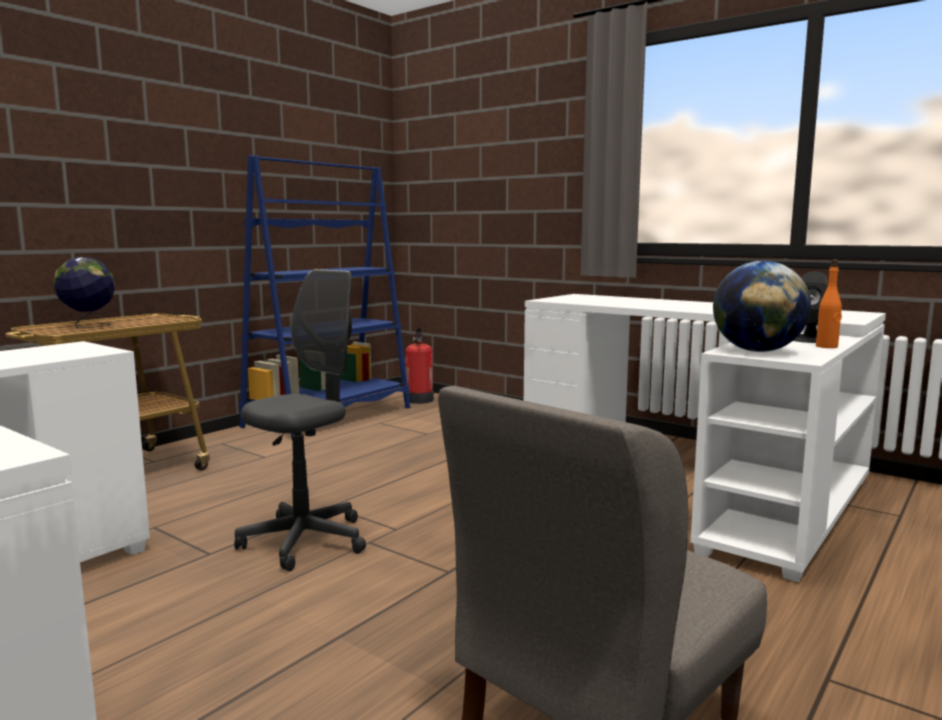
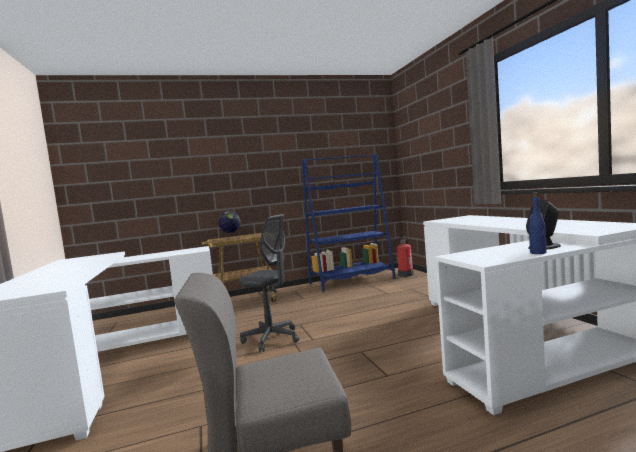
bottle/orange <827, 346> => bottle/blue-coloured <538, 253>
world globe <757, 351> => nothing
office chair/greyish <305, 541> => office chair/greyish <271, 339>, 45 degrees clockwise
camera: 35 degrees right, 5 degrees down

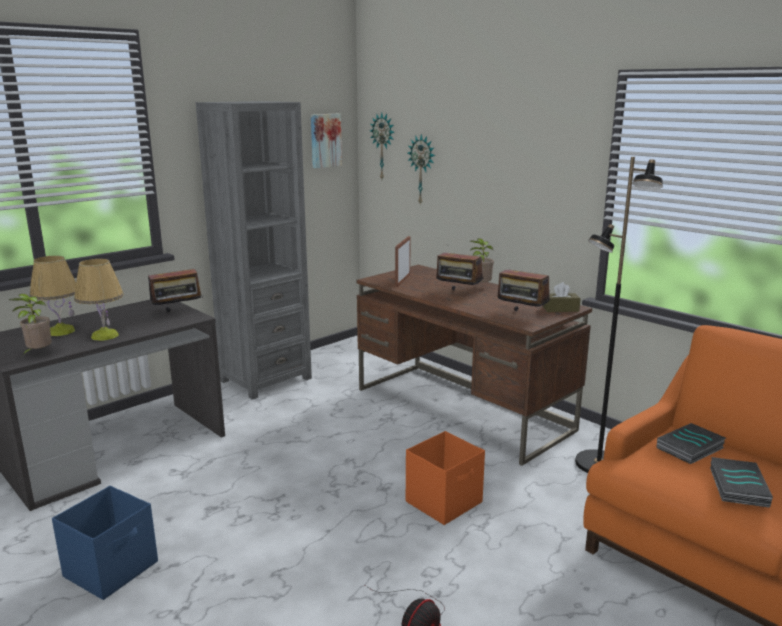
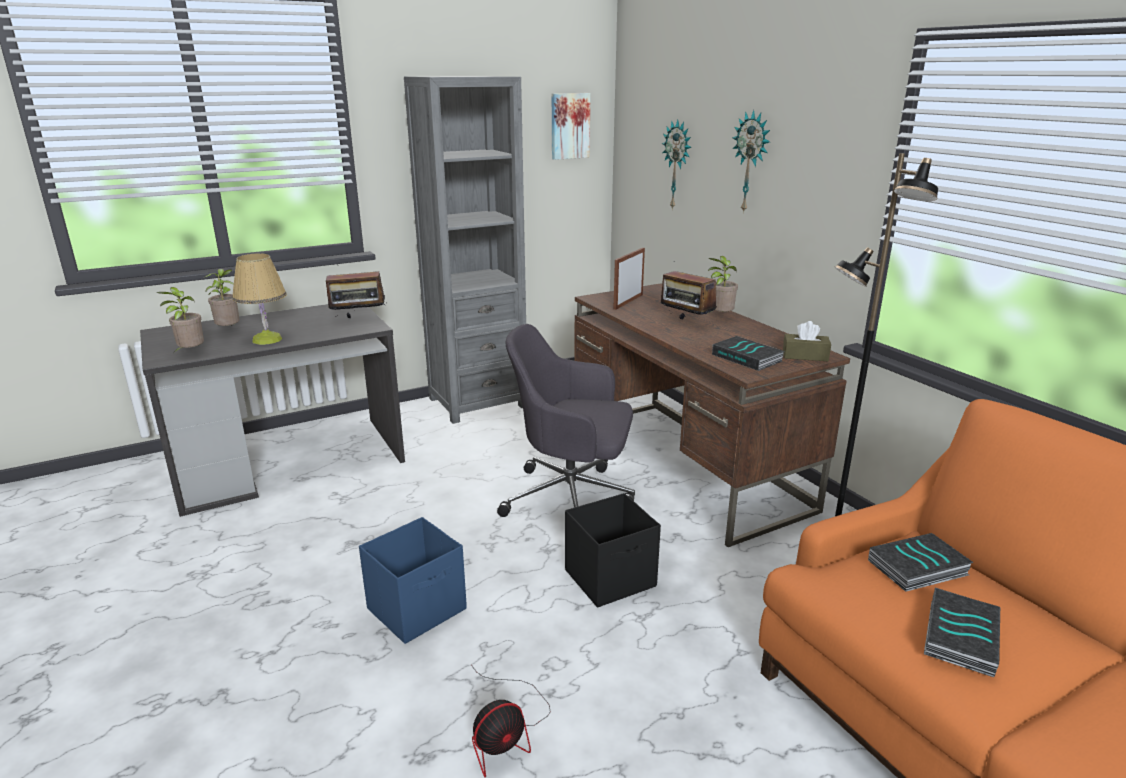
clock on the wall <384, 146> => clock on the wall <751, 162>, moved
tabletop lamp <61, 331> => houseplant <229, 330>
radio set <521, 314> => book <748, 358>
storage box/orange <445, 502> => storage box/black-coloured <611, 578>
storage box/blue-coloured <112, 569> => storage box/blue-coloured <418, 609>, moved
nothing => office chair/greyish <571, 499>
camera: 15 degrees right, 5 degrees up

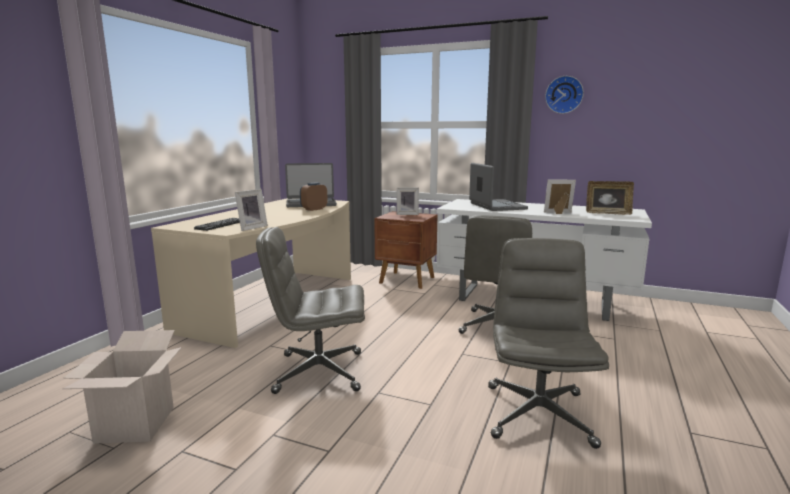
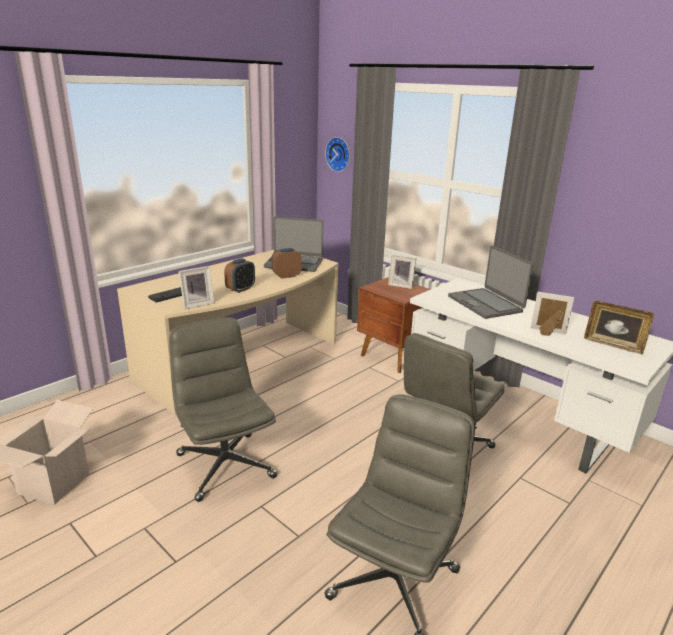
clock on the wall <564, 95> => clock on the wall <339, 154>, moved
portable computer <496, 206> => portable computer <485, 304>, 150 degrees clockwise
office chair/greyish <318, 372> => office chair/greyish <225, 465>, 45 degrees clockwise
nothing => table clock <240, 289>
camera: 20 degrees right, 10 degrees up

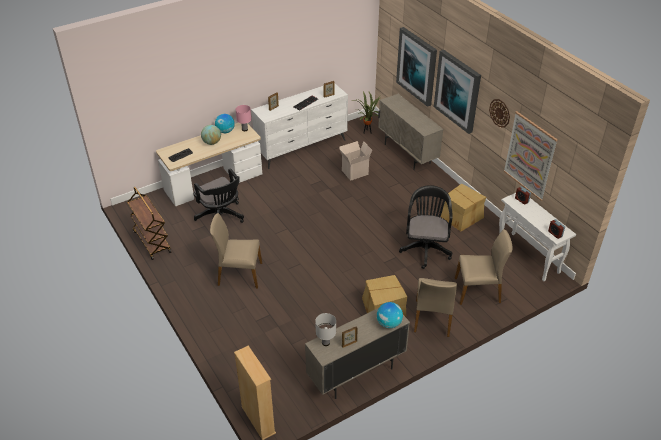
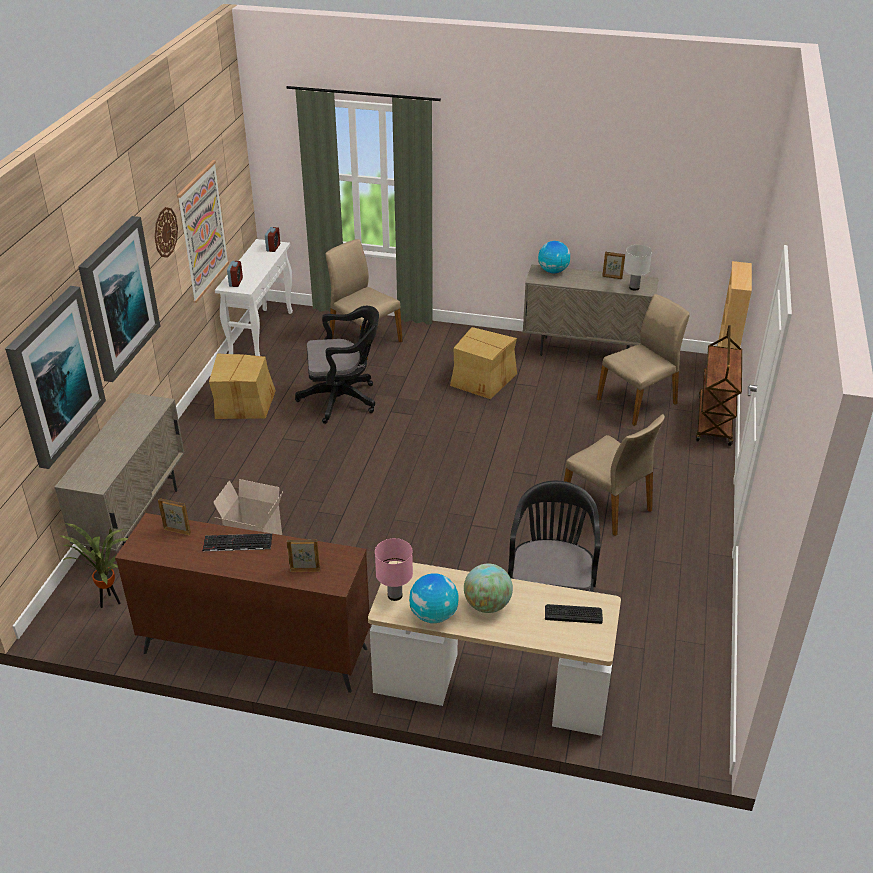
drawer chest/white-coloured <302, 148> => drawer chest/brown <255, 650>
office chair/black-coloured <425, 248> => office chair/black-coloured <343, 399>, 150 degrees counterclockwise
cart/brown <151, 241> => cart/brown <714, 421>, moved
plain chair/beige <433, 318> => plain chair/beige <638, 401>, moved
camera: 135 degrees left, 5 degrees down

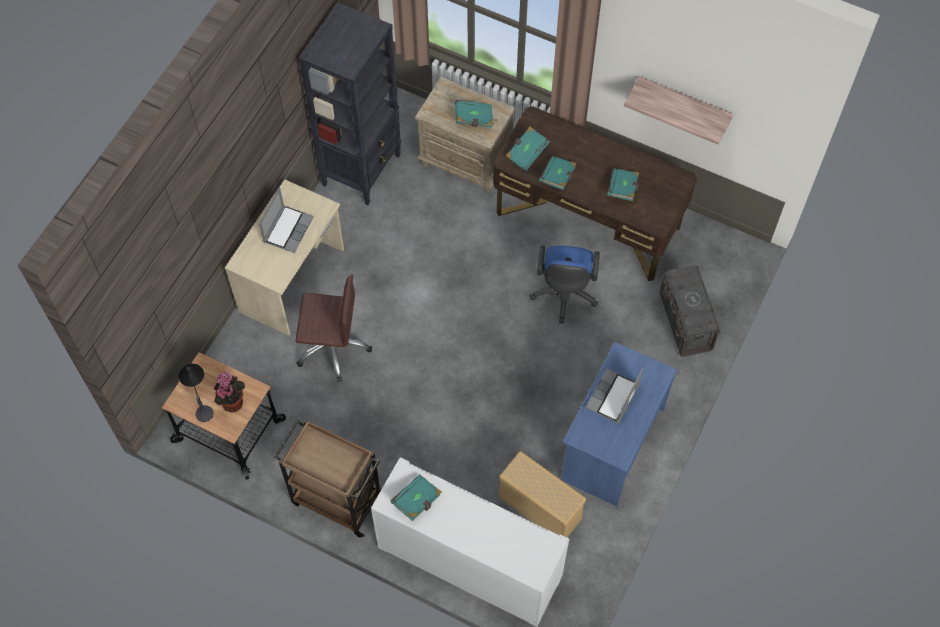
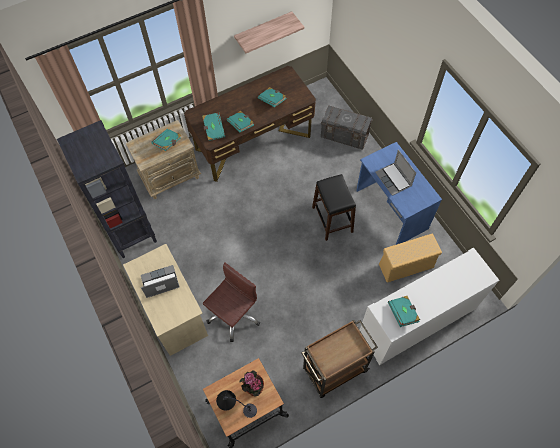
portable computer <288, 229> => portable computer <160, 282>, 75 degrees counterclockwise
office chair/blue-coloured <563, 296> => nothing
nothing => stool/black-coloured <332, 220>
camera: 55 degrees left, 0 degrees up

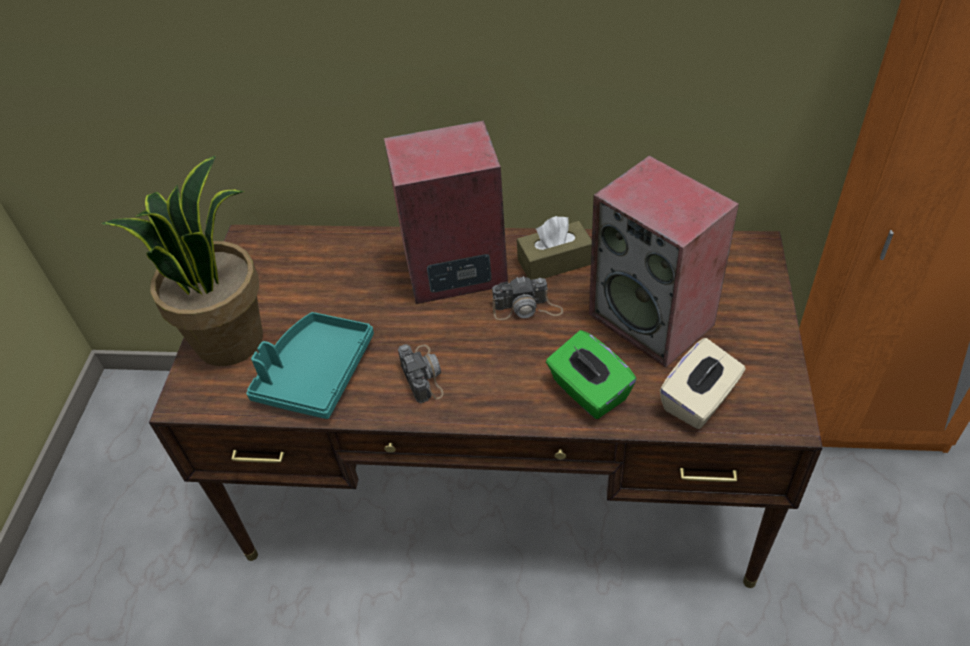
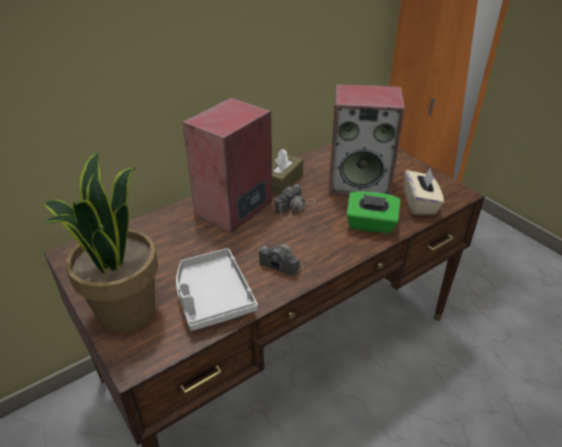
serving tray/turquoise-coloured <315, 374> => serving tray/greyish <212, 297>
camera: 45 degrees left, 10 degrees down

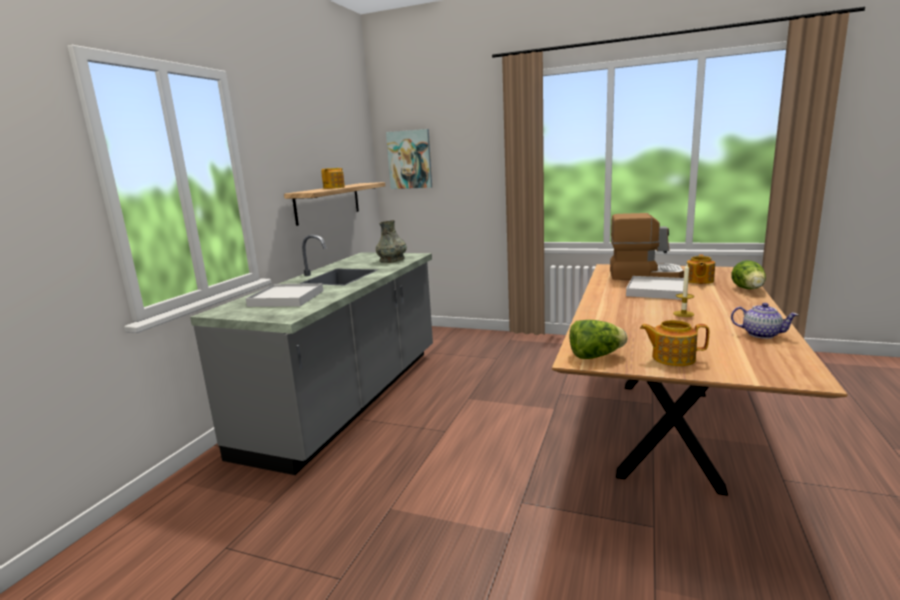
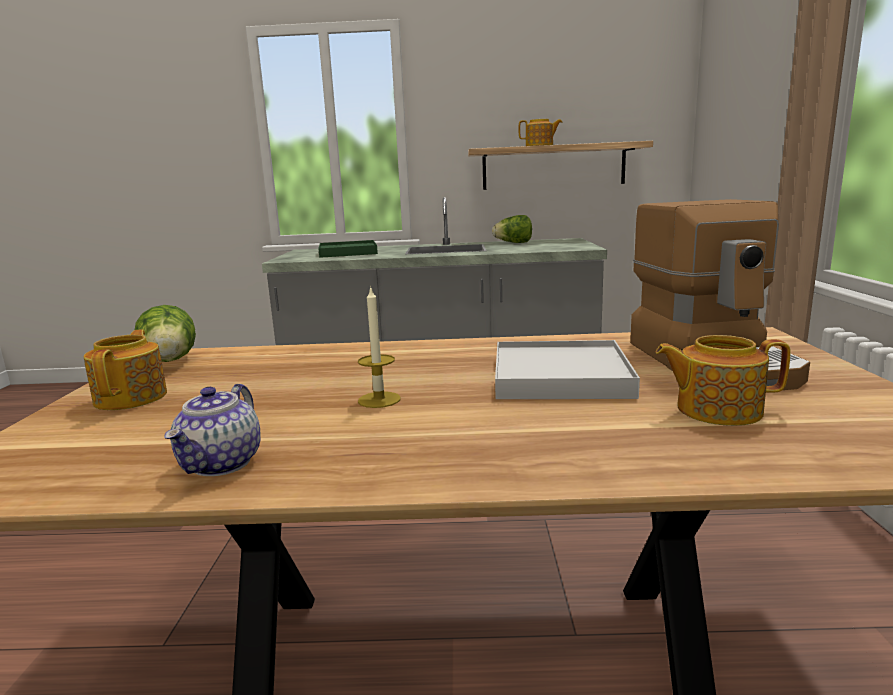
picture <410, 159> => nothing
flower vase/greyish <392, 260> => nothing
head of lettuce <749, 289> => head of lettuce <513, 243>, moved
serving tray/white-coloured <286, 298> => serving tray/green <347, 252>
camera: 70 degrees right, 0 degrees up

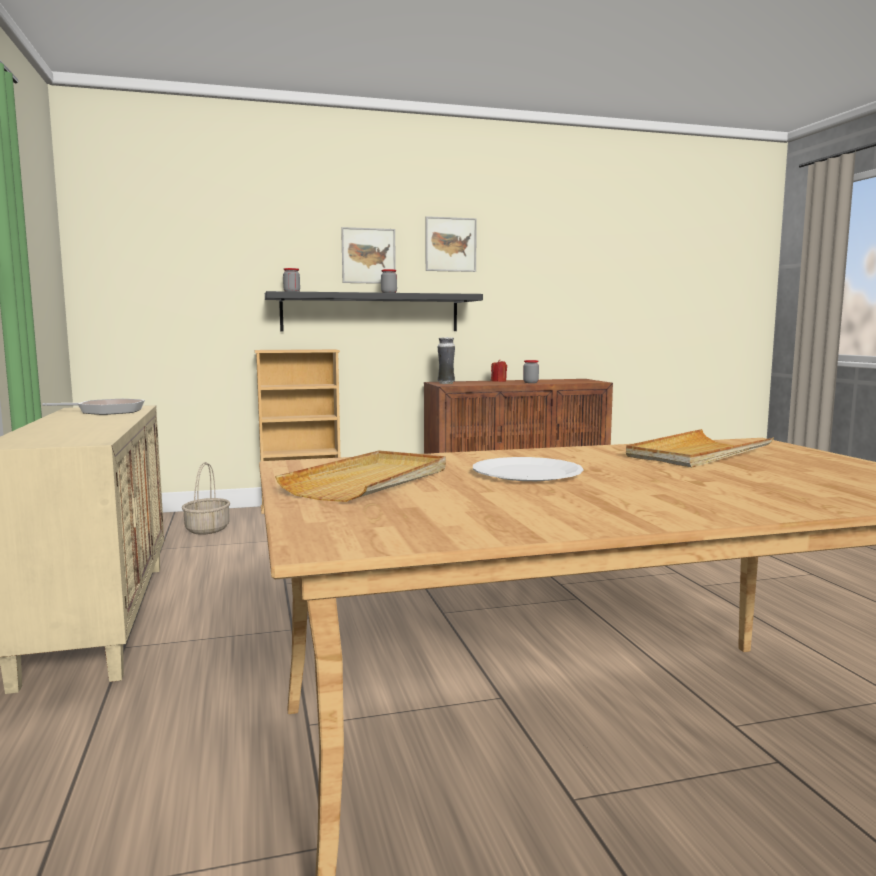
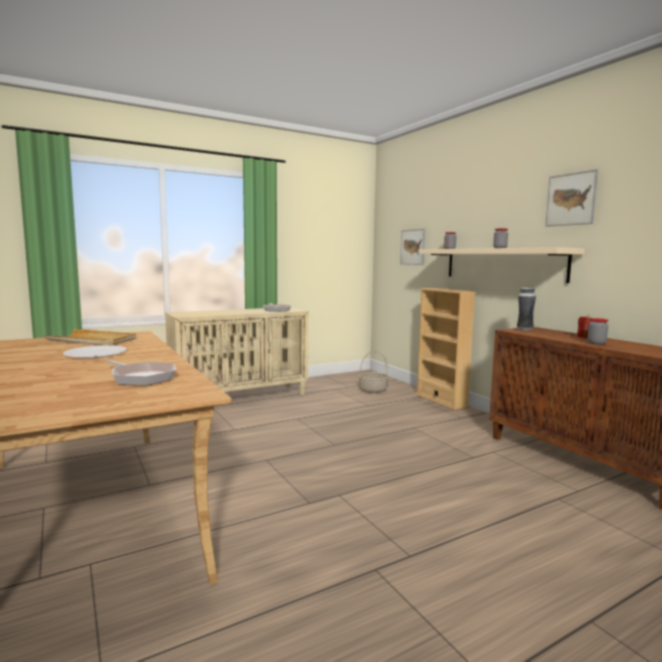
picture <368, 256> => picture <412, 247>, moved
shelf/black-coloured <370, 313> => shelf/beige <502, 264>
serving tray/beige <697, 454> => frying pan <141, 377>
camera: 75 degrees right, 0 degrees up

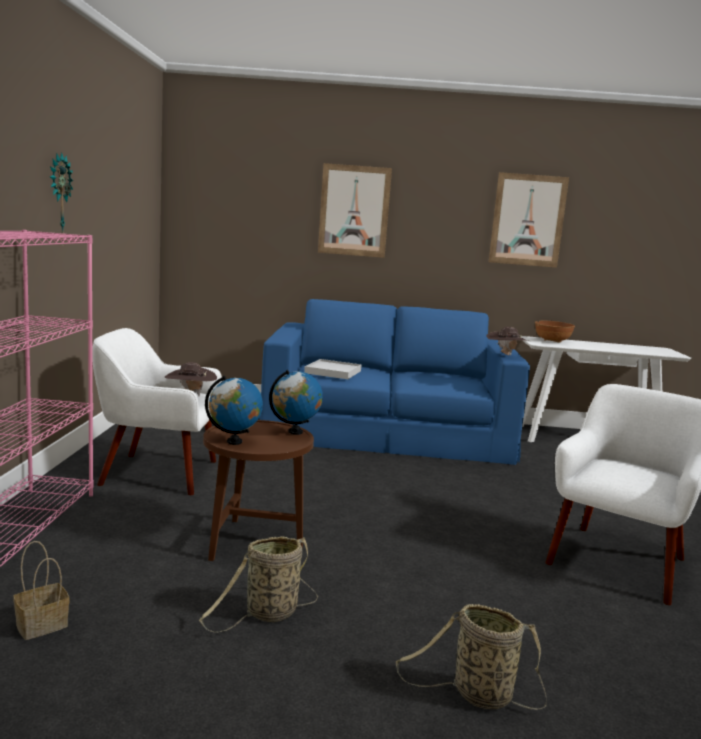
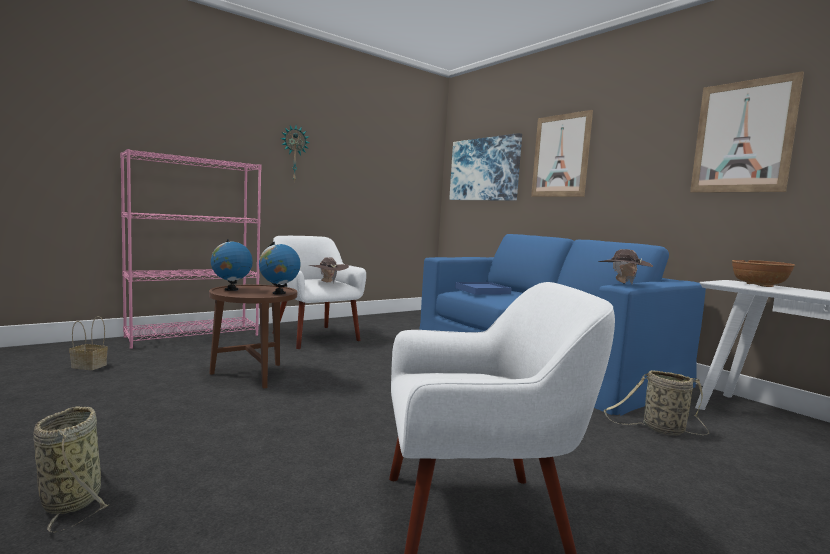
serving tray/white-coloured <333, 372> => serving tray/blue-coloured <482, 291>
basket <268, 614> => basket <660, 430>, moved
nothing => picture <484, 169>
camera: 50 degrees right, 5 degrees down

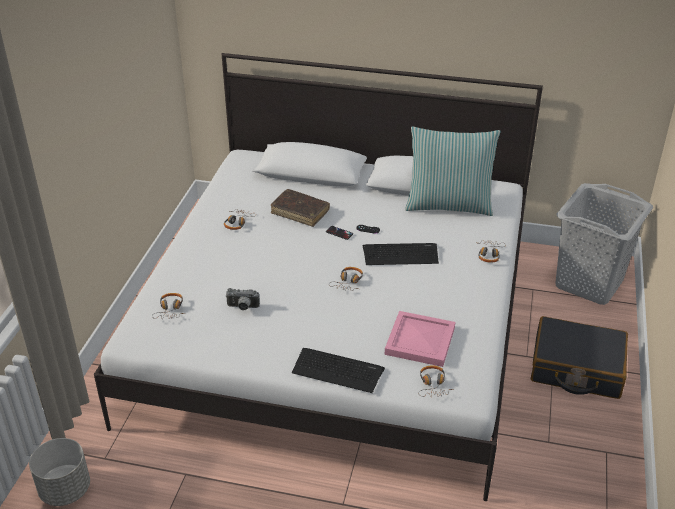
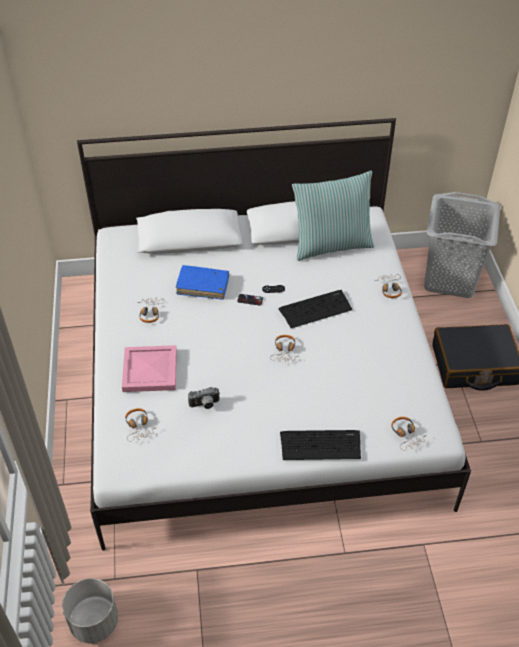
book/brown <300, 212> => book/blue-coloured <203, 286>
serving tray/pinkish <419, 341> => serving tray/pinkish <149, 371>, moved
camera: 20 degrees left, 10 degrees up

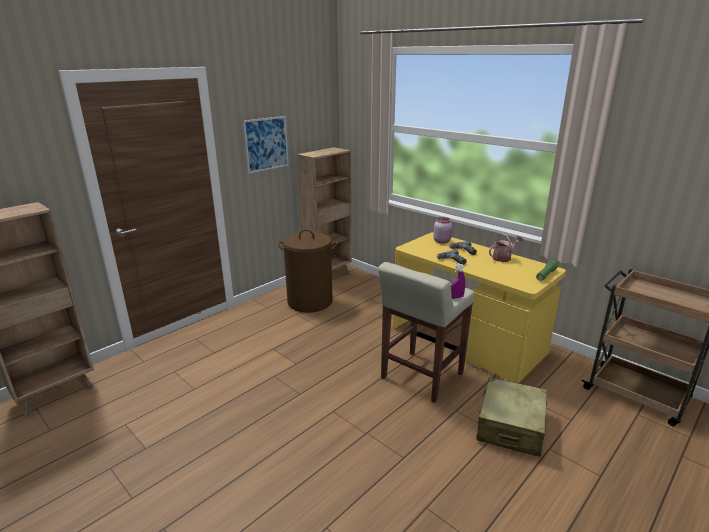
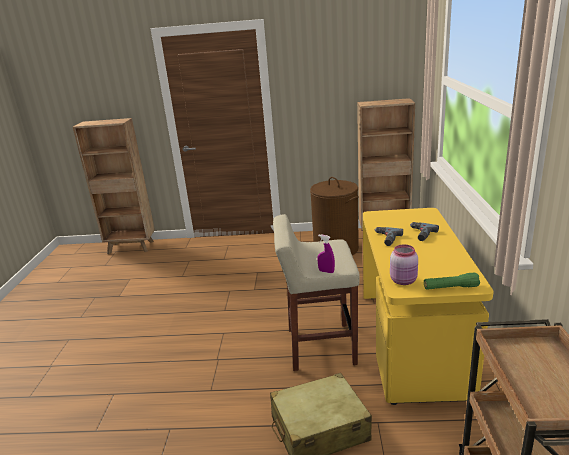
picture <266, 144> => nothing
preserve jar/pinkish <442, 241> => preserve jar/pinkish <404, 281>, moved
watering can <503, 258> => nothing
camera: 50 degrees right, 0 degrees up

